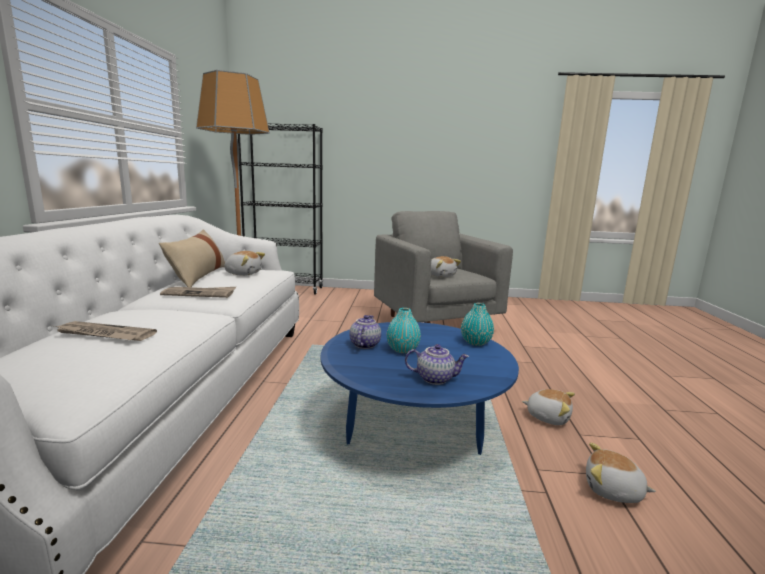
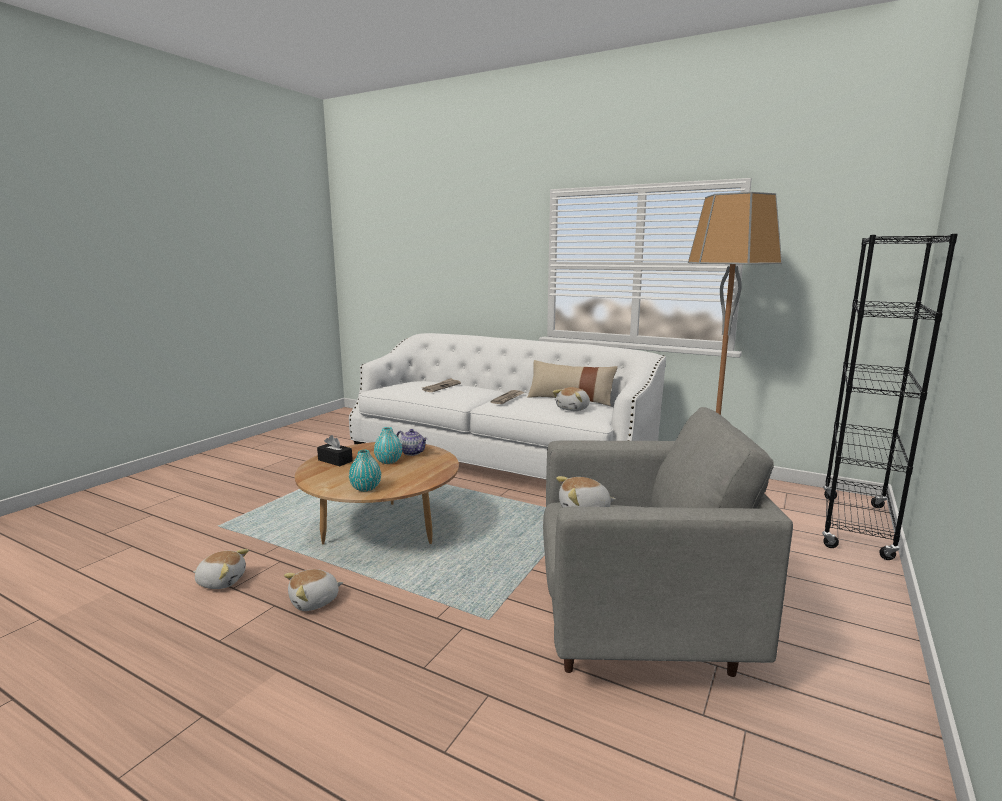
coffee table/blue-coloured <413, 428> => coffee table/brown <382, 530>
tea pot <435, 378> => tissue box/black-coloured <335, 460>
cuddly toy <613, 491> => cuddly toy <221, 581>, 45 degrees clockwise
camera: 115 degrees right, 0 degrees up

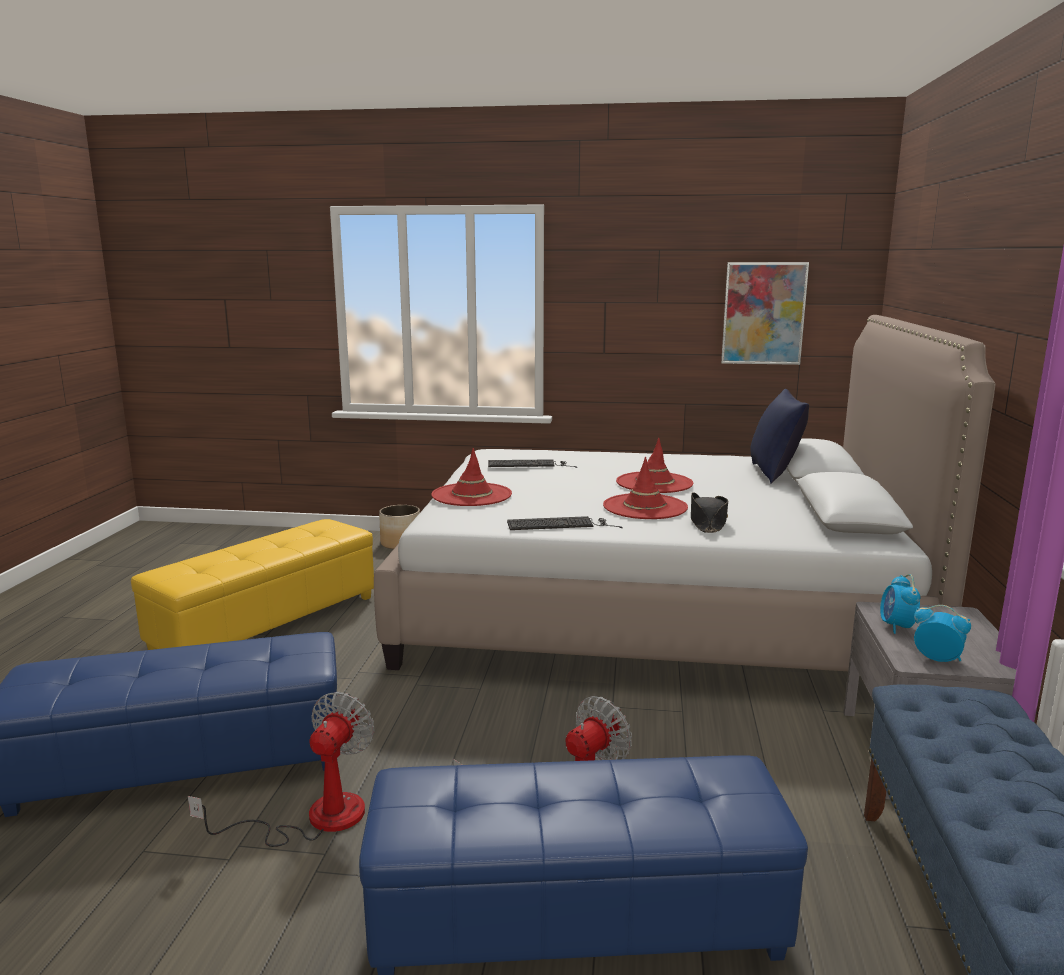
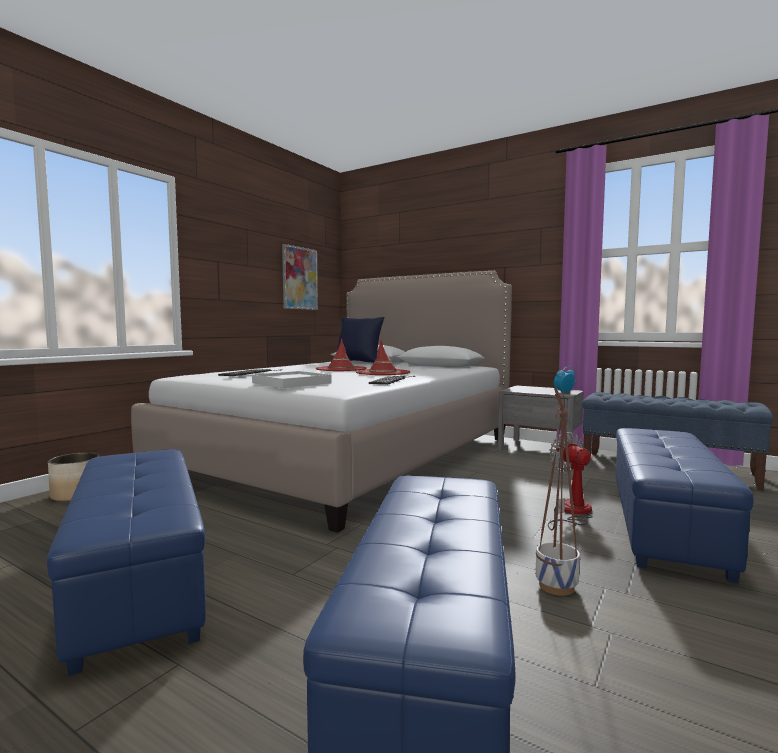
wearable hat/reddish <471, 495> => serving tray/white-coloured <291, 383>
wearable hat/black-coloured <707, 522> => nothing
ottoman/yellowish <267, 622> => ottoman/blue-coloured <141, 577>
table clock <896, 627> => nothing
electric fan <315, 818> => flower pot <557, 586>
camera: 65 degrees left, 10 degrees down

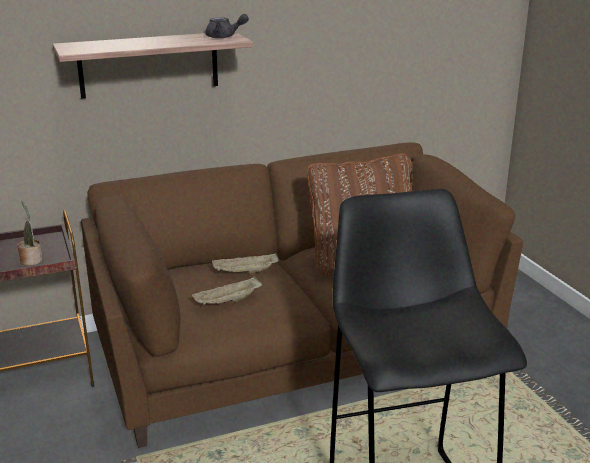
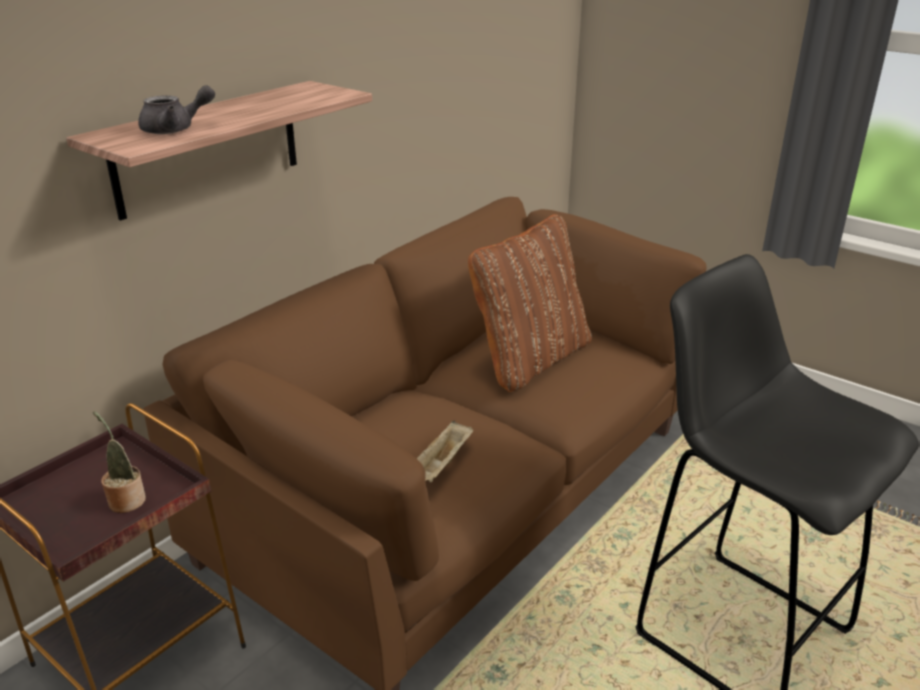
tea pot/greyish <224, 37> => tea pot/greyish <175, 129>, moved
serving tray/beige <245, 272> => nothing
camera: 30 degrees left, 5 degrees up

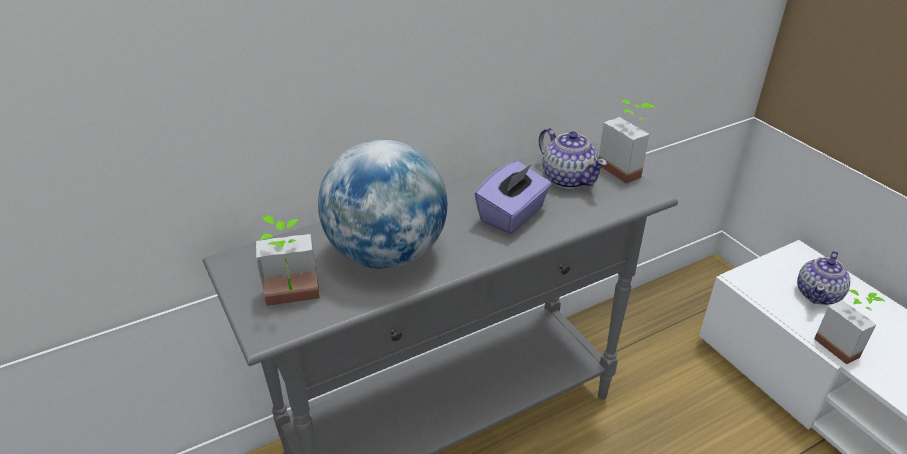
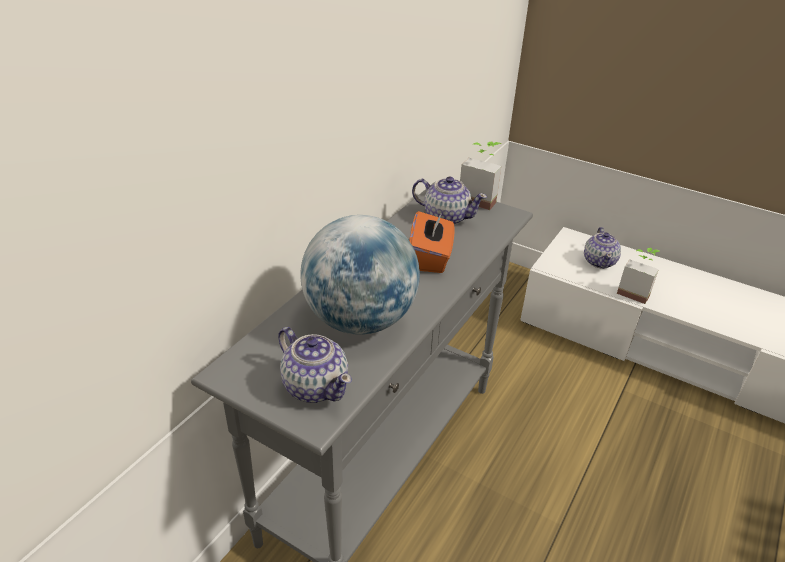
tissue box/purple-coloured <512, 215> => tissue box/orange <430, 258>
houseplant <293, 300> => tea pot <315, 386>
camera: 30 degrees left, 0 degrees up

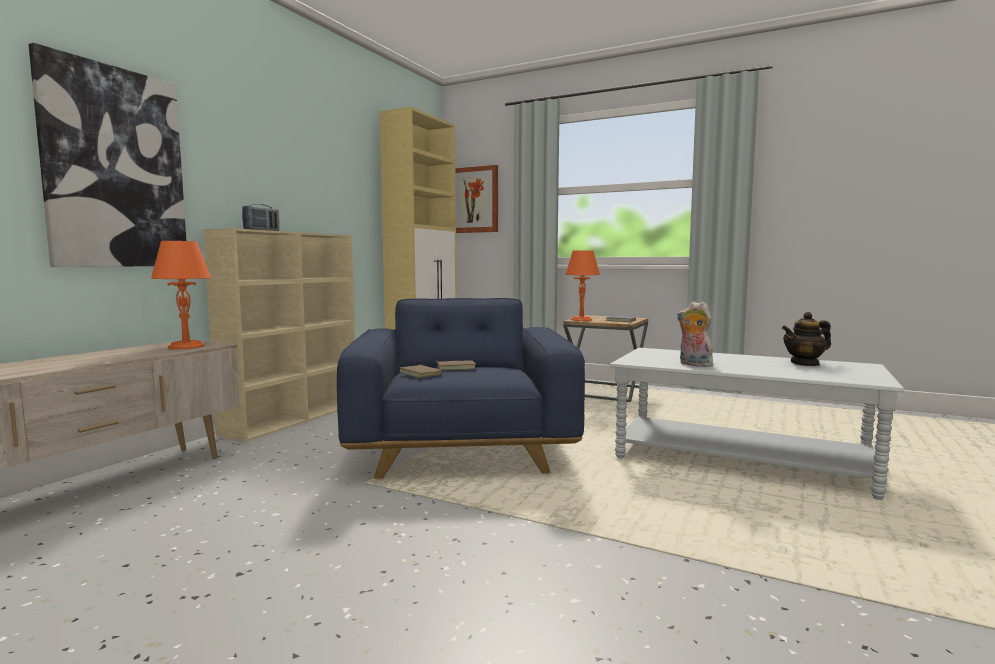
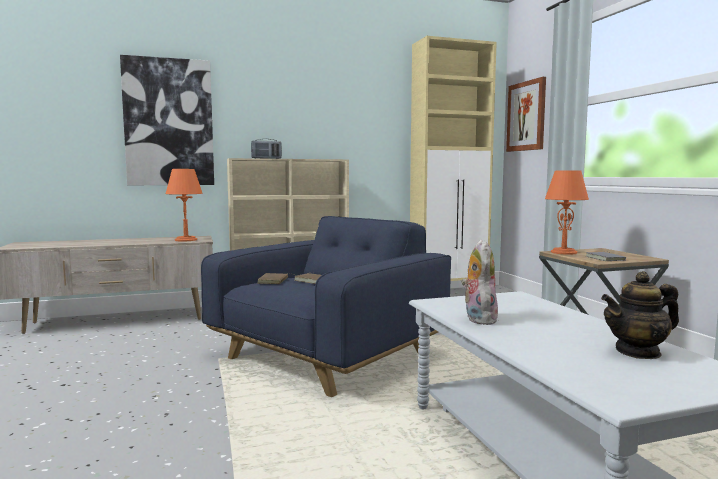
tea pot <805, 363> => tea pot <638, 352>, 45 degrees counterclockwise
camera: 45 degrees right, 0 degrees up

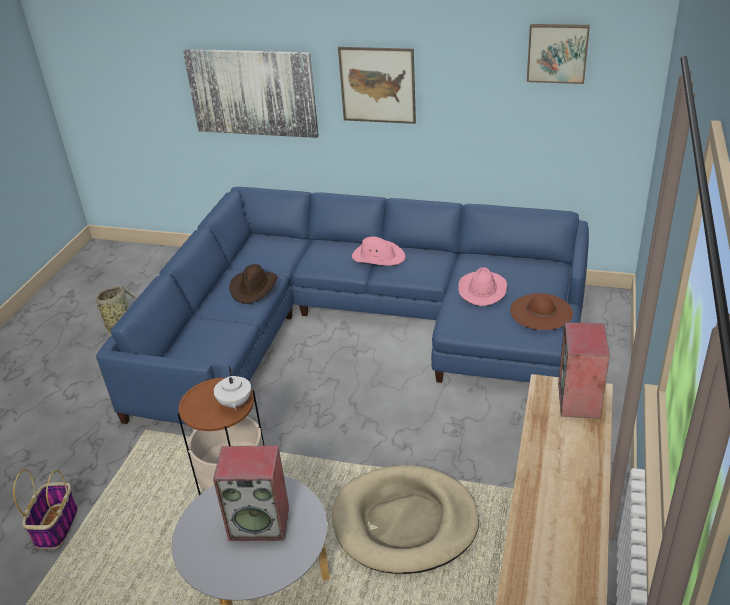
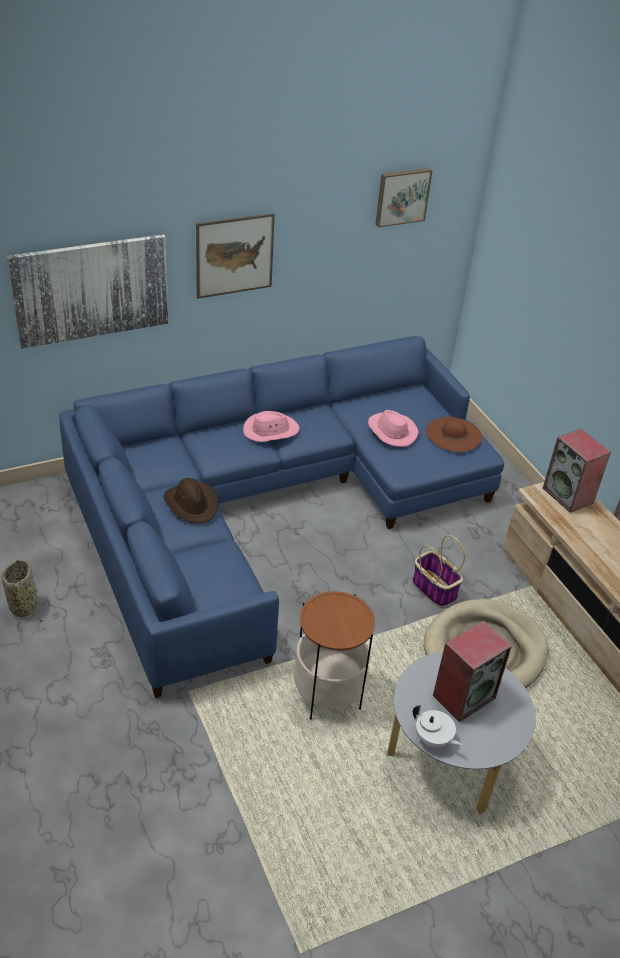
tea pot/white-coloured <234, 403> => tea pot/white-coloured <433, 739>, moved
basket <56, 525> => basket <433, 589>, moved
camera: 45 degrees left, 5 degrees up

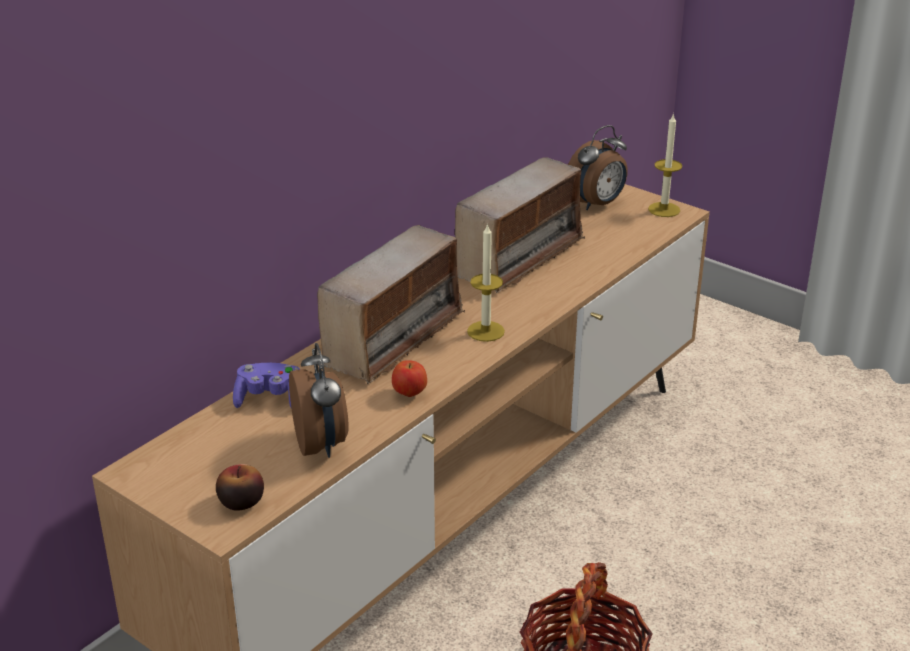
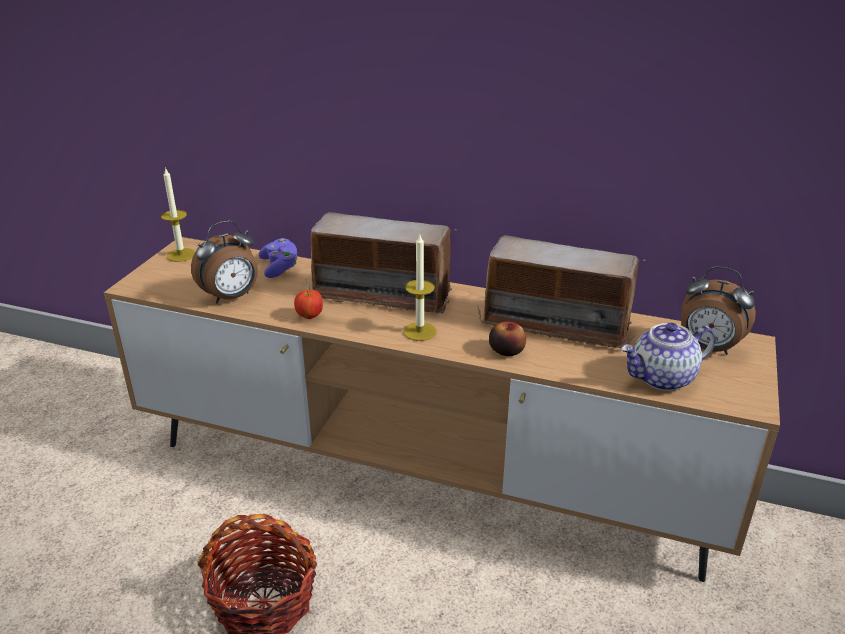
wax candle <664, 209> => wax candle <181, 255>, moved
apple fruit <241, 502> => apple fruit <506, 350>, moved
nothing => tea pot <662, 378>
camera: 70 degrees right, 0 degrees up

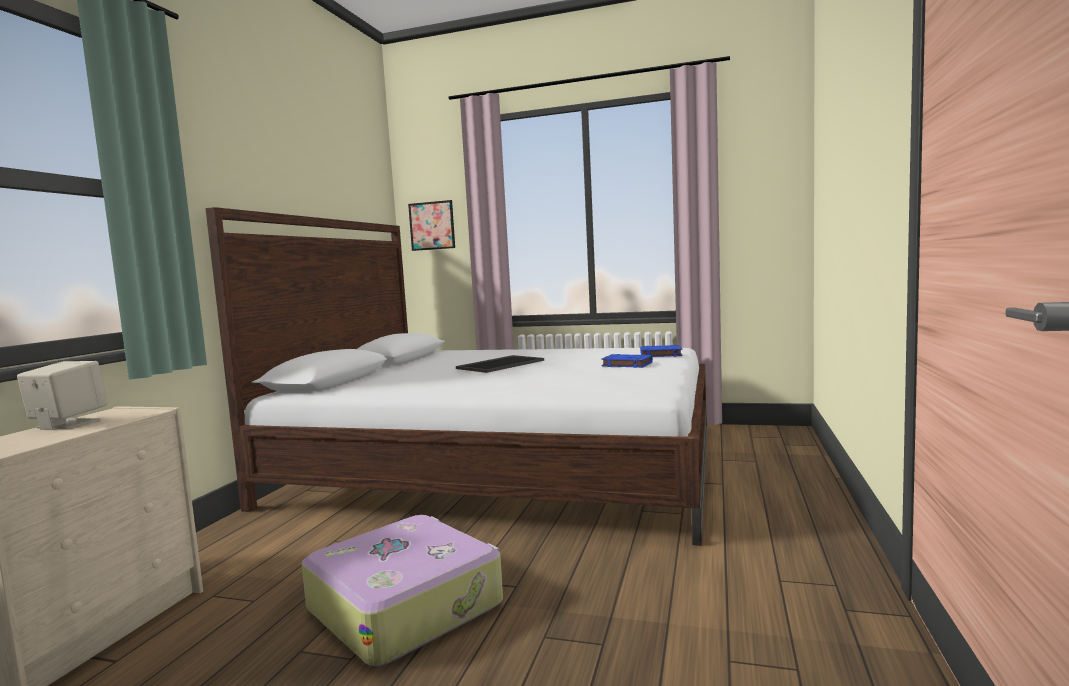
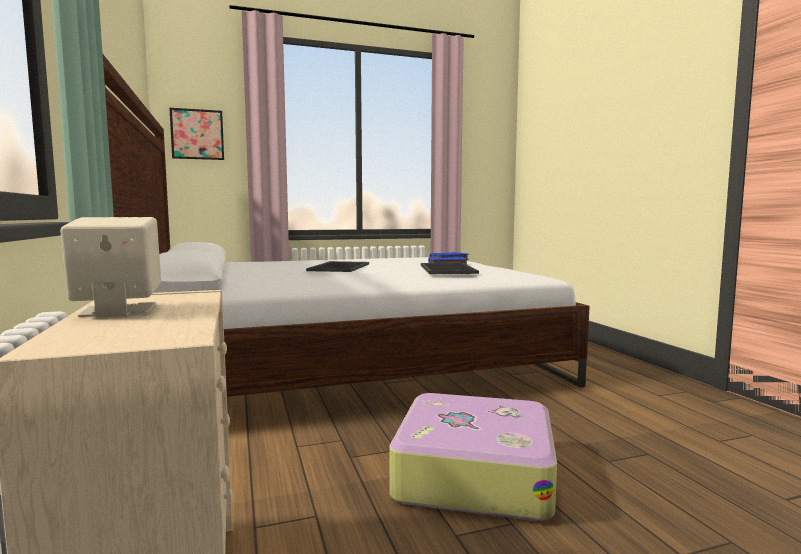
nothing => serving tray <446, 269>
camera: 35 degrees left, 0 degrees up

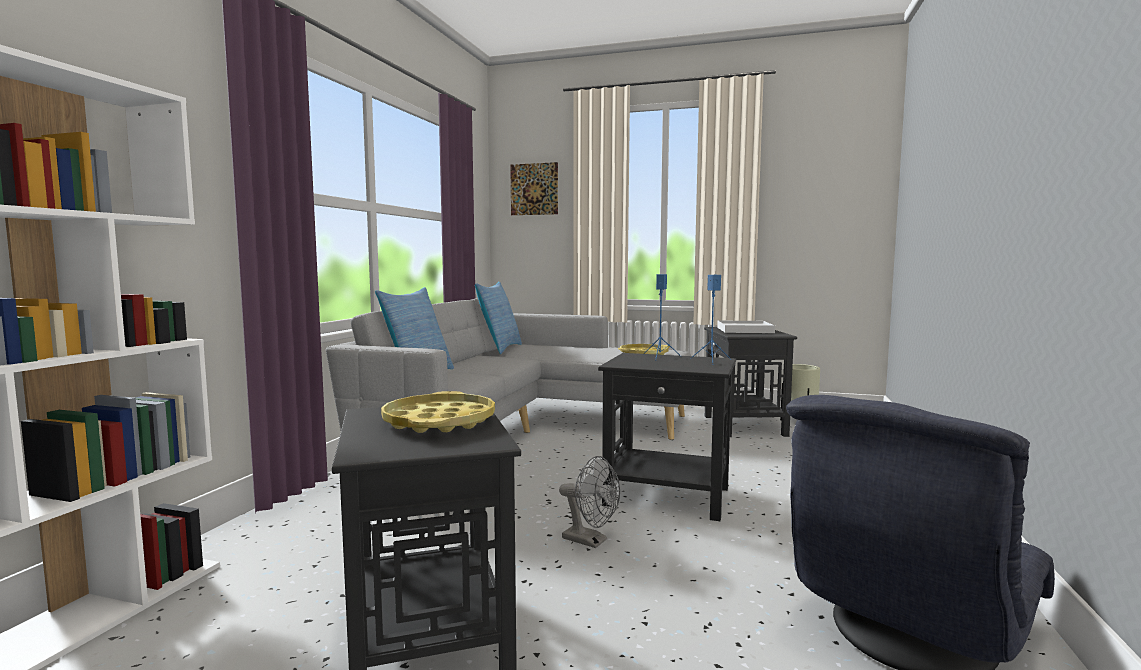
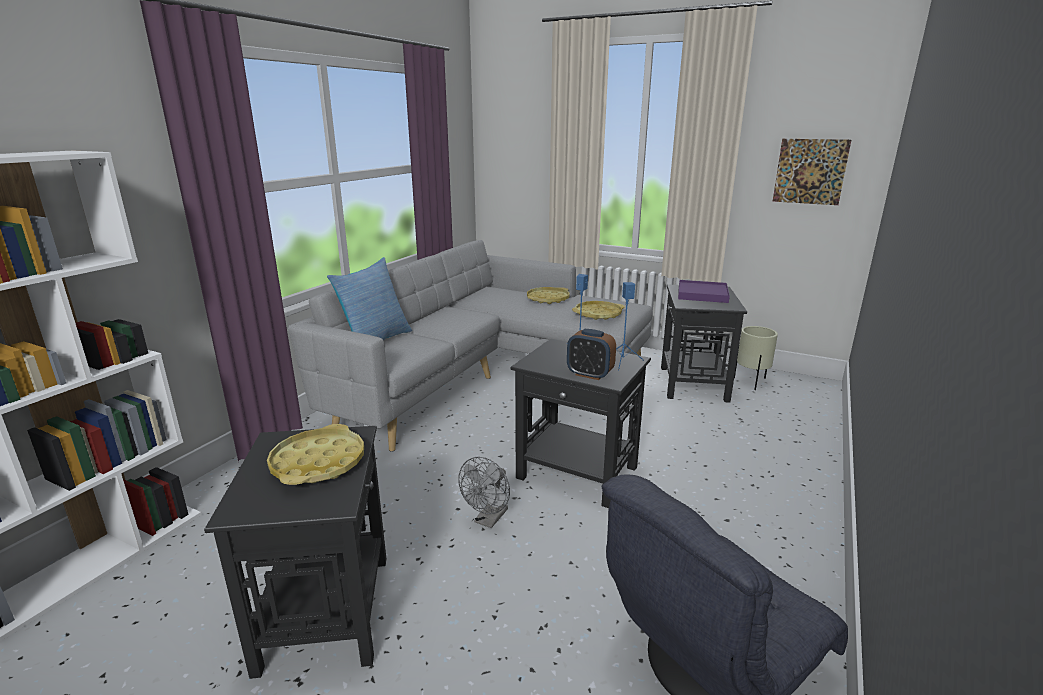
picture <534, 189> => picture <810, 171>, moved
cushion <499, 349> => nothing
serving tray/white-coloured <745, 330> => serving tray/purple-coloured <702, 294>
electric fan/greyish <591, 541> => electric fan/greyish <488, 520>, 75 degrees clockwise
nothing => serving tray/yellowish <548, 299>
nothing => table clock <590, 374>
camera: 10 degrees right, 15 degrees up

